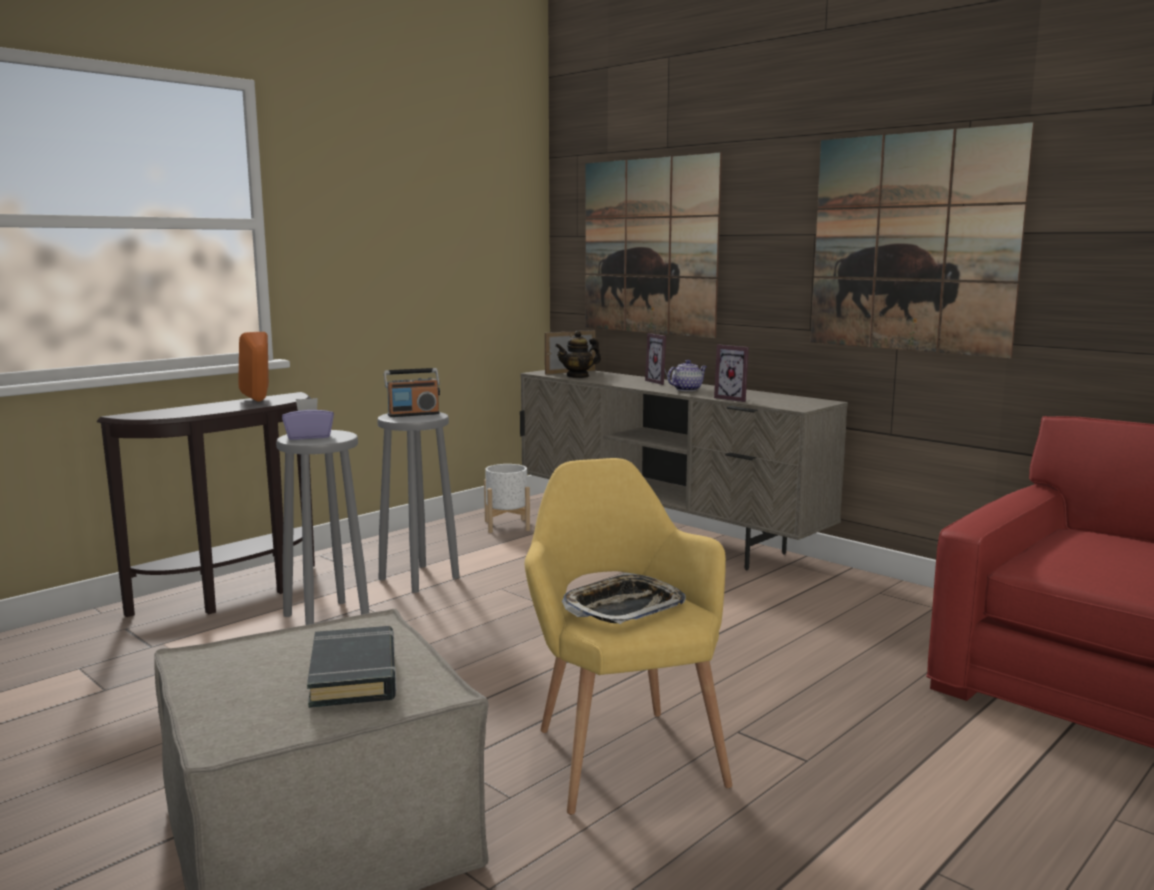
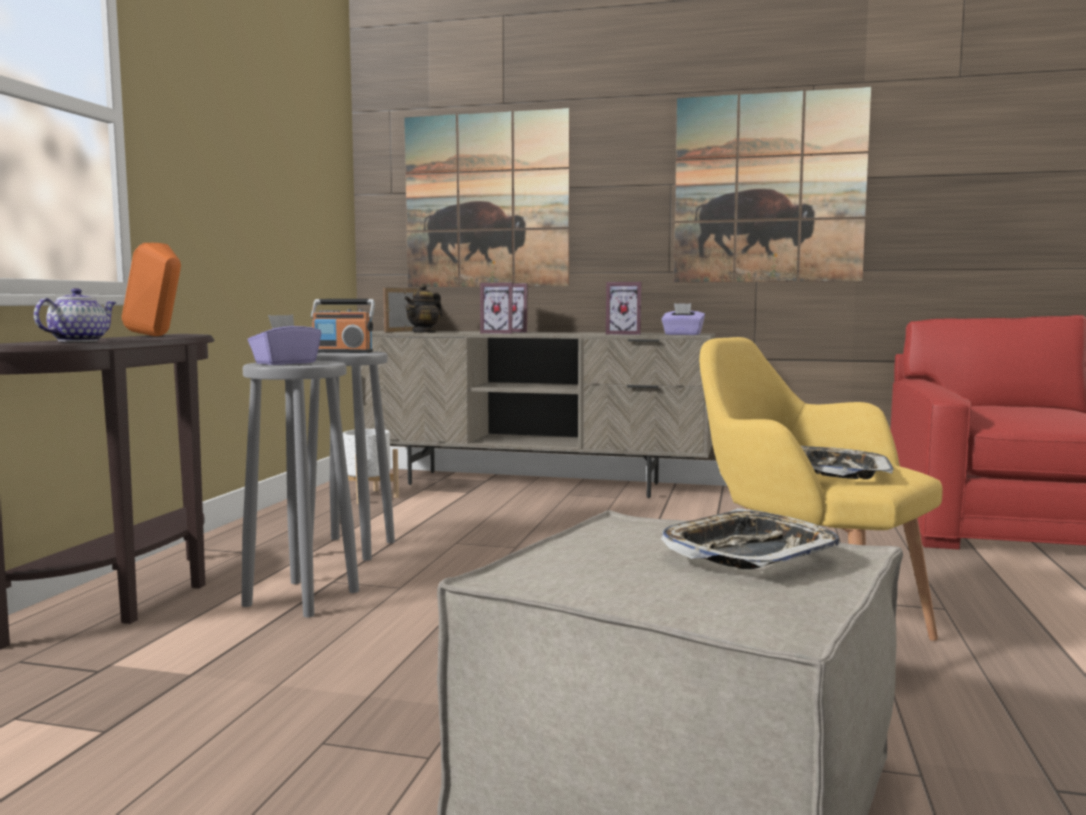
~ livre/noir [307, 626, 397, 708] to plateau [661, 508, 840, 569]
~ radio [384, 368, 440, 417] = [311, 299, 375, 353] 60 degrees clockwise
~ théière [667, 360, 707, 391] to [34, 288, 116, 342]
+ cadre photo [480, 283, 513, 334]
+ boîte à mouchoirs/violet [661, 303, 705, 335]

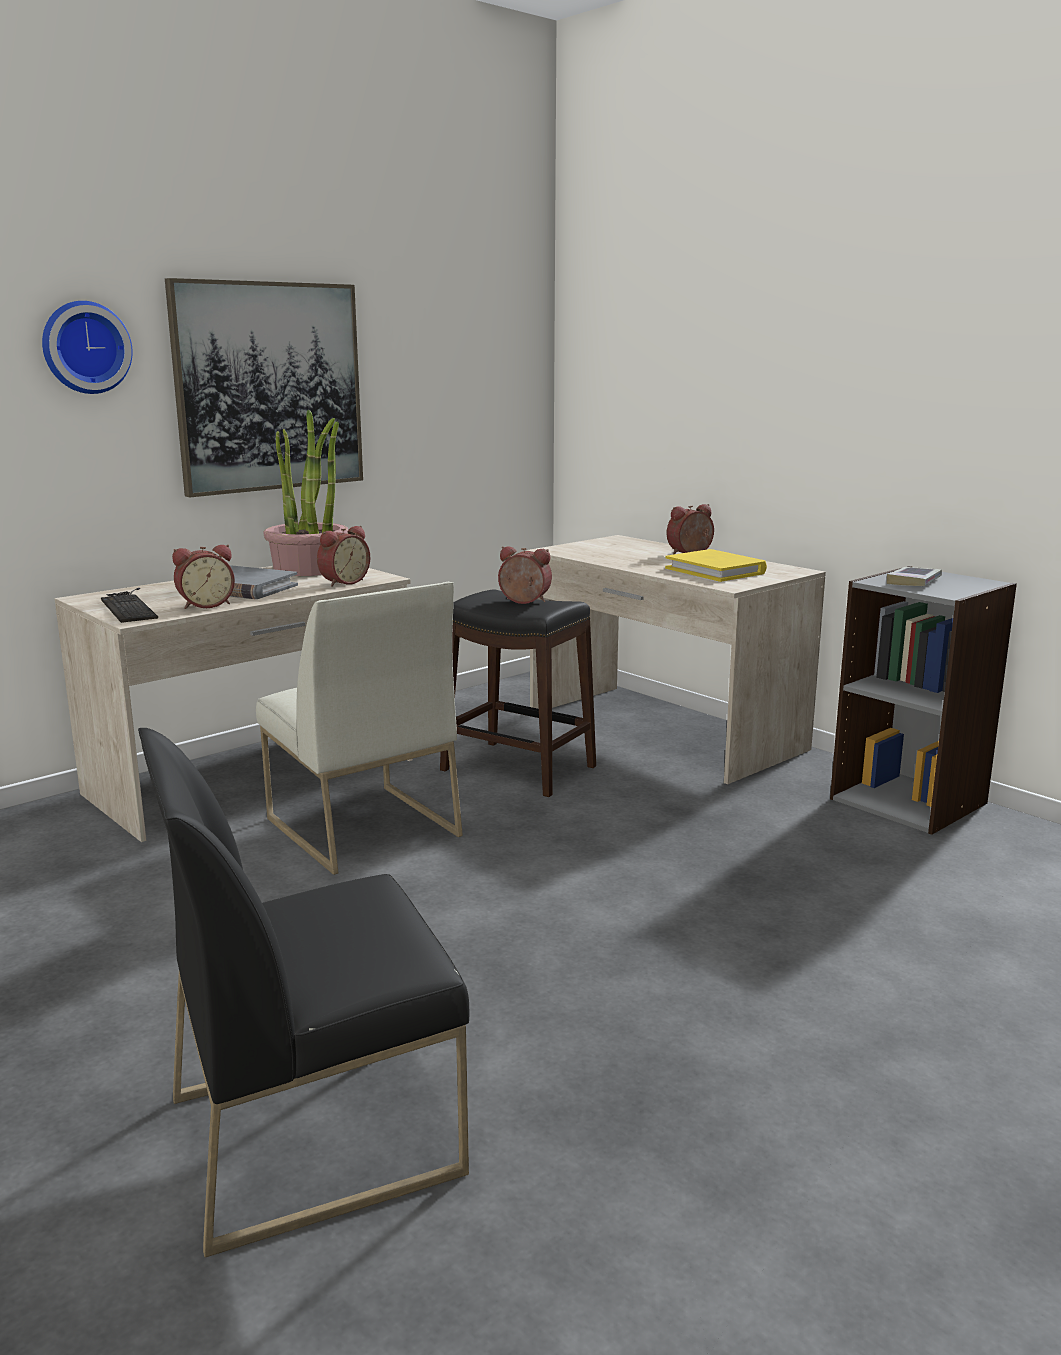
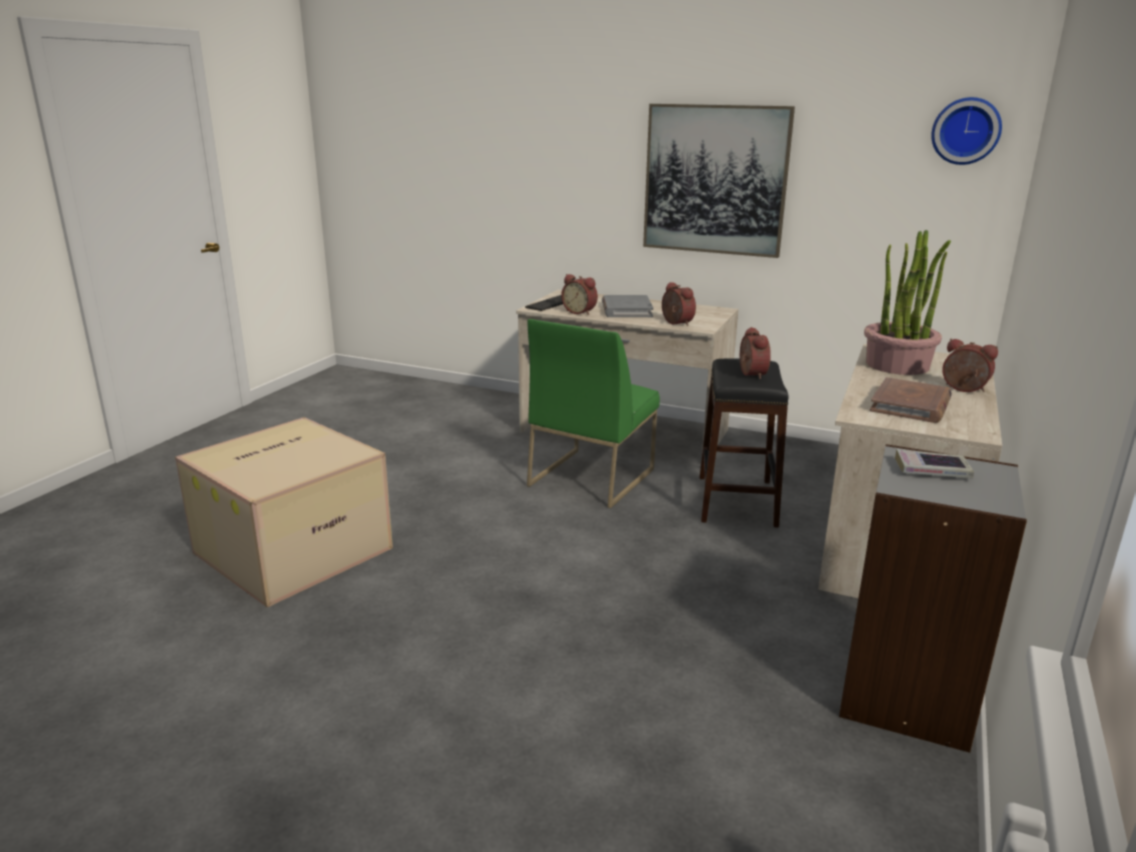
~ horloge murale [42, 301, 132, 394] to [931, 97, 1002, 165]
~ chaise/noir [138, 728, 469, 1258] to carton [175, 417, 393, 607]
~ chaise/blanc [256, 582, 463, 875] to chaise/vert [527, 319, 660, 508]
~ plante en pot [264, 410, 348, 576] to [864, 230, 951, 375]
~ réveil [317, 526, 370, 587] = [662, 282, 696, 326] 135 degrees counterclockwise
~ livre/jaune [665, 549, 767, 582] to livre/marron [870, 377, 952, 423]

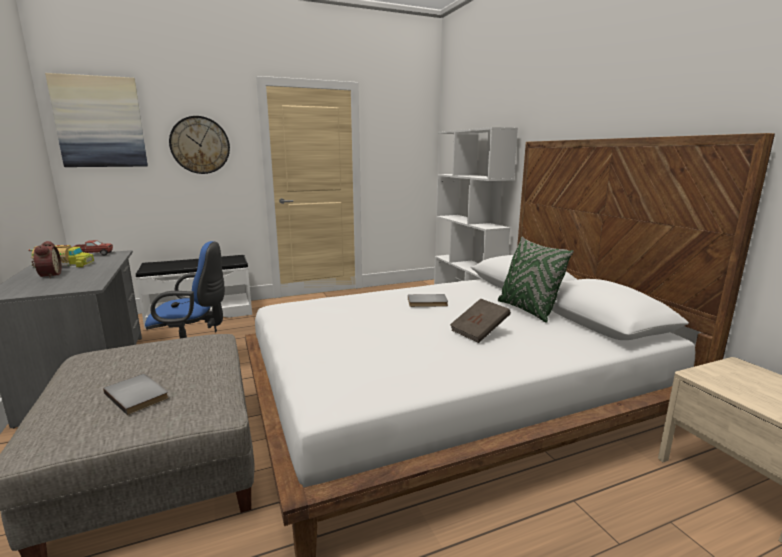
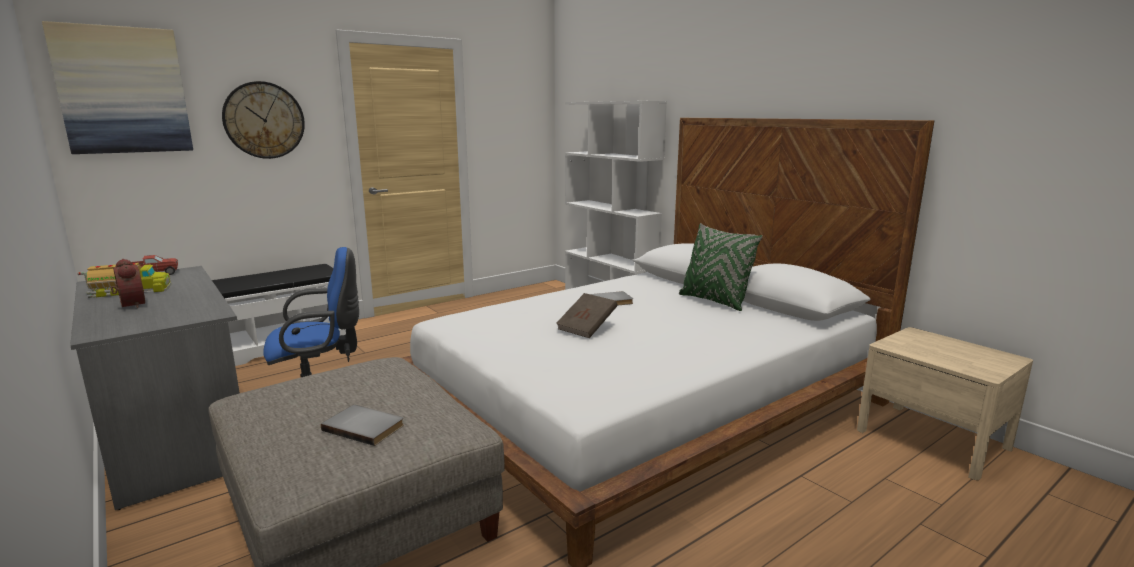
~ livre/marron [450, 299, 511, 343] to [556, 293, 617, 338]

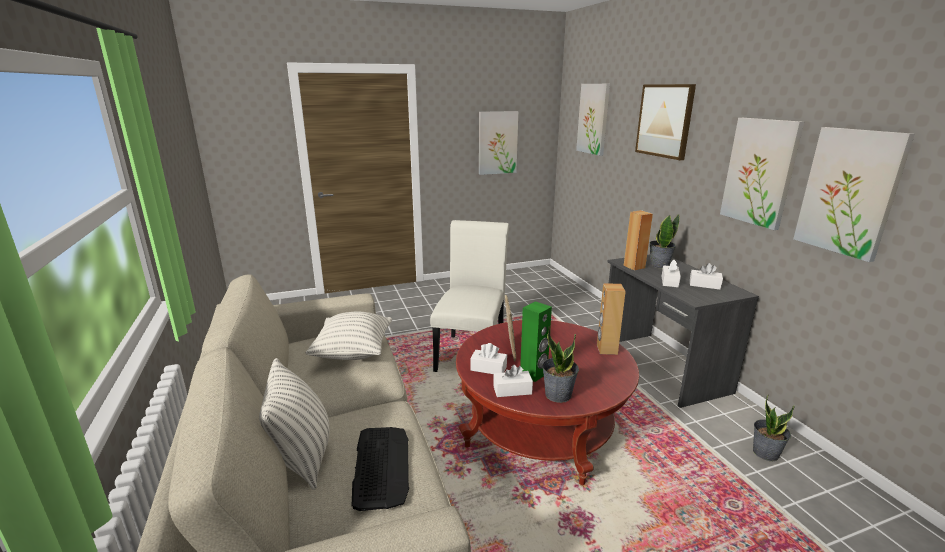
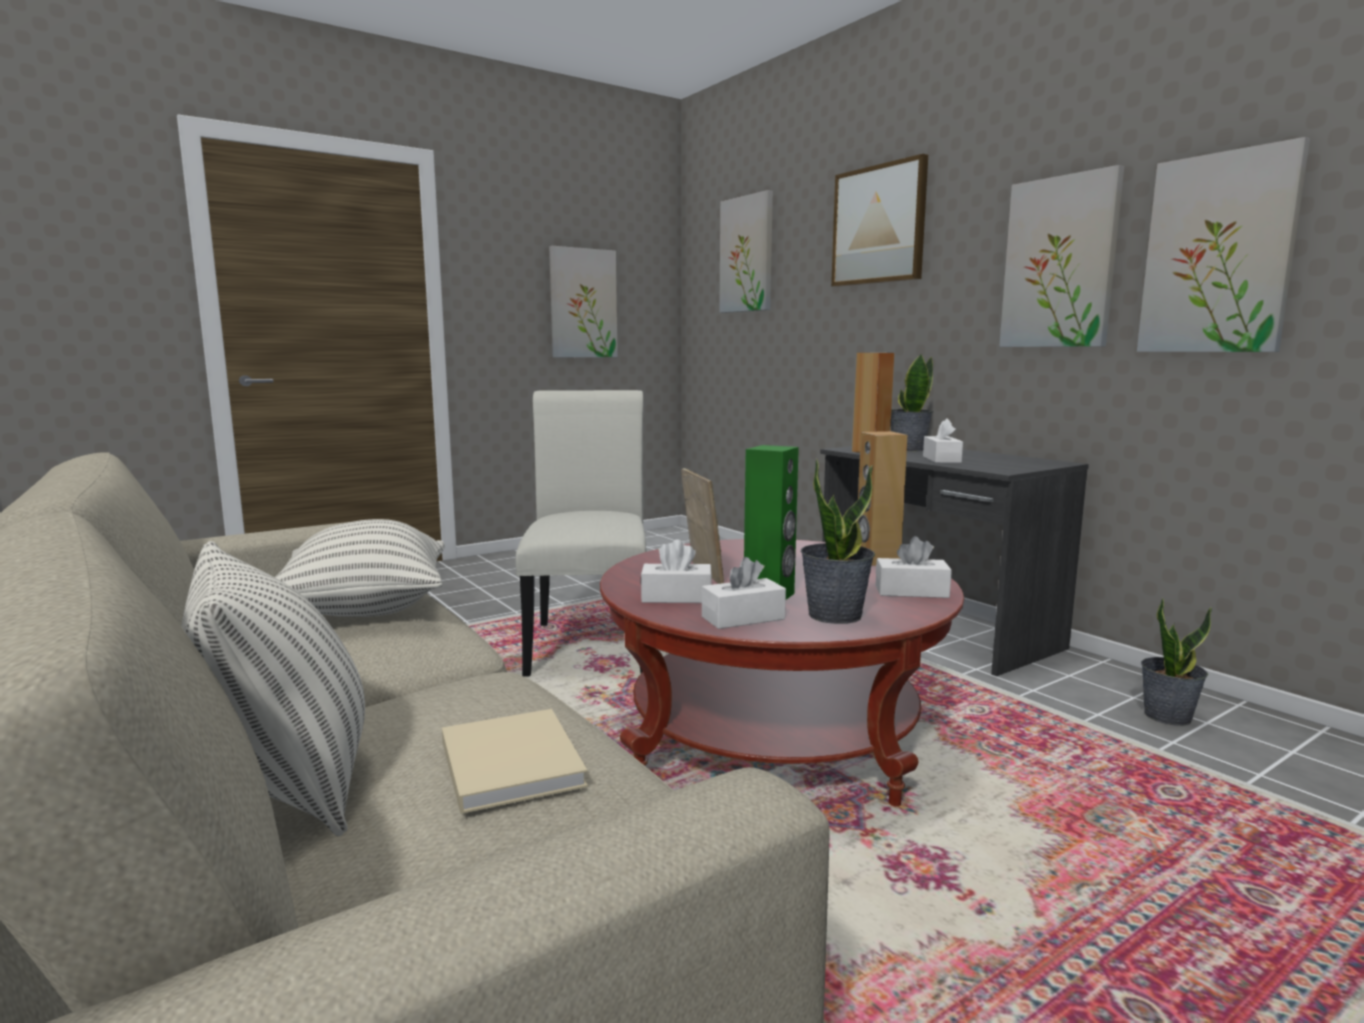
~ clavier [352, 427, 409, 511] to livre/beige [442, 709, 588, 814]
~ boîte à mouchoirs/blanc [690, 263, 723, 290] to [876, 536, 952, 598]

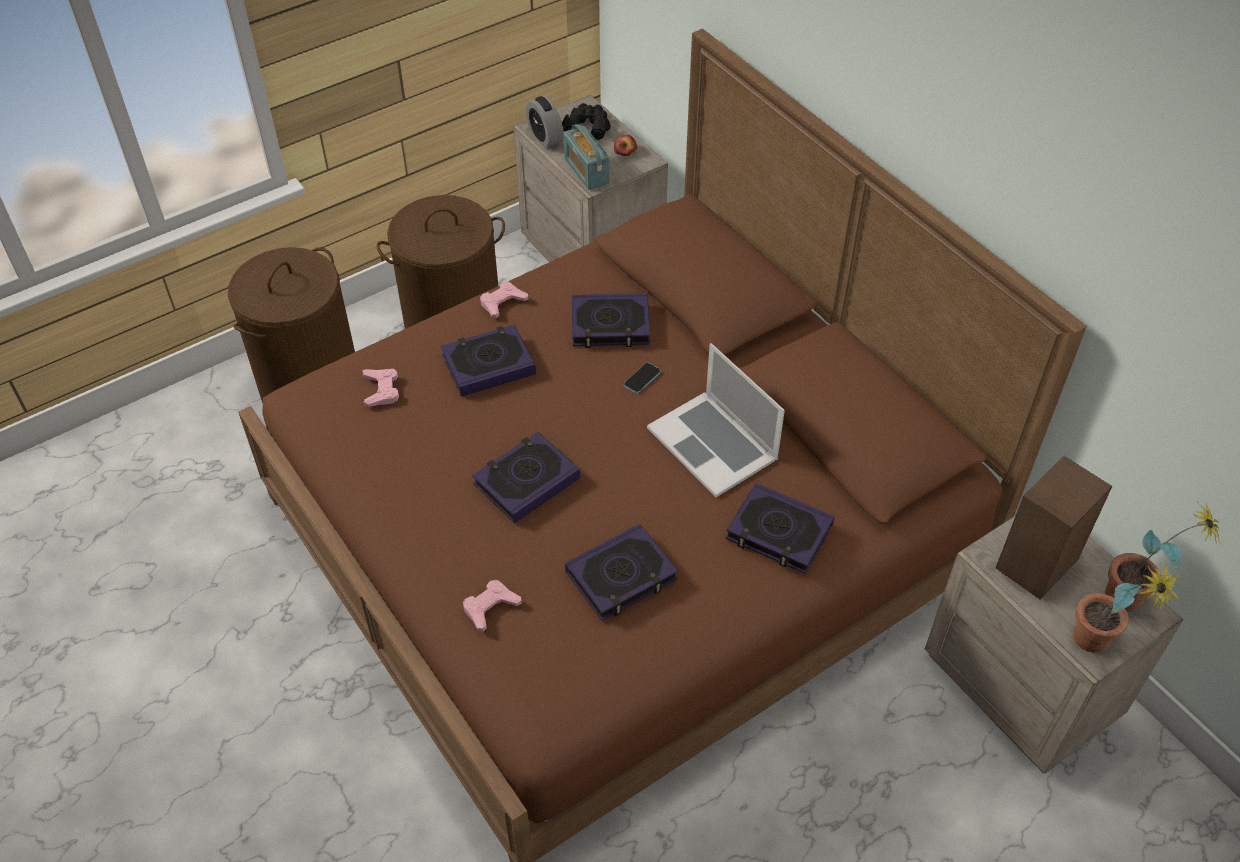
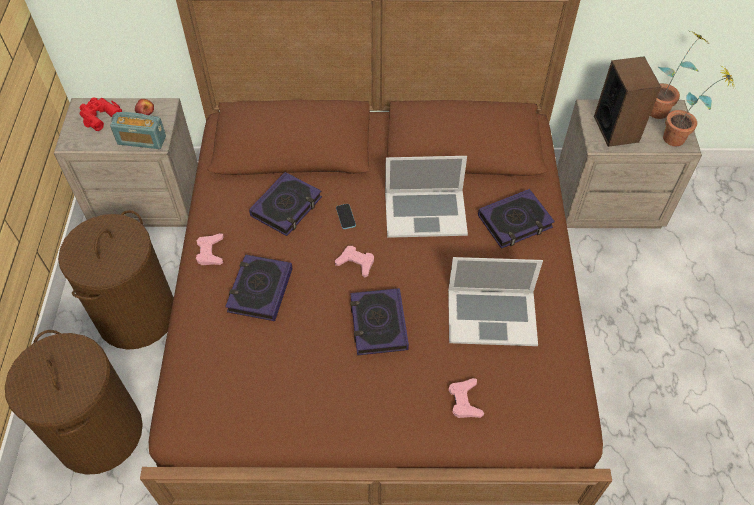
~ manette/rose [362, 369, 399, 407] to [335, 246, 374, 277]
- réveil [526, 96, 563, 148]
~ jumelles/noir [562, 103, 610, 140] to jumelles/rouge [80, 97, 122, 131]
~ livre [565, 524, 678, 621] to ordinateur portable [448, 257, 543, 346]

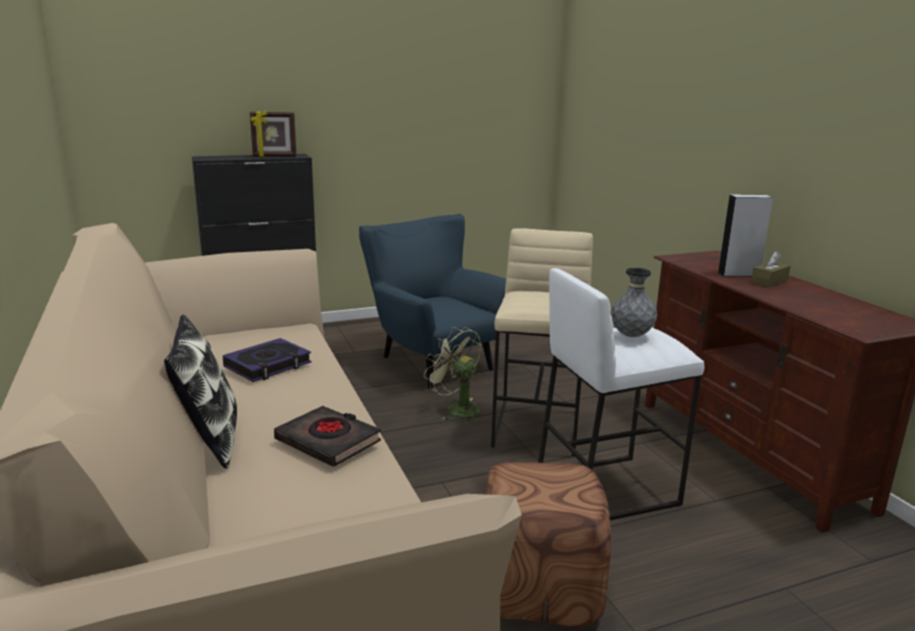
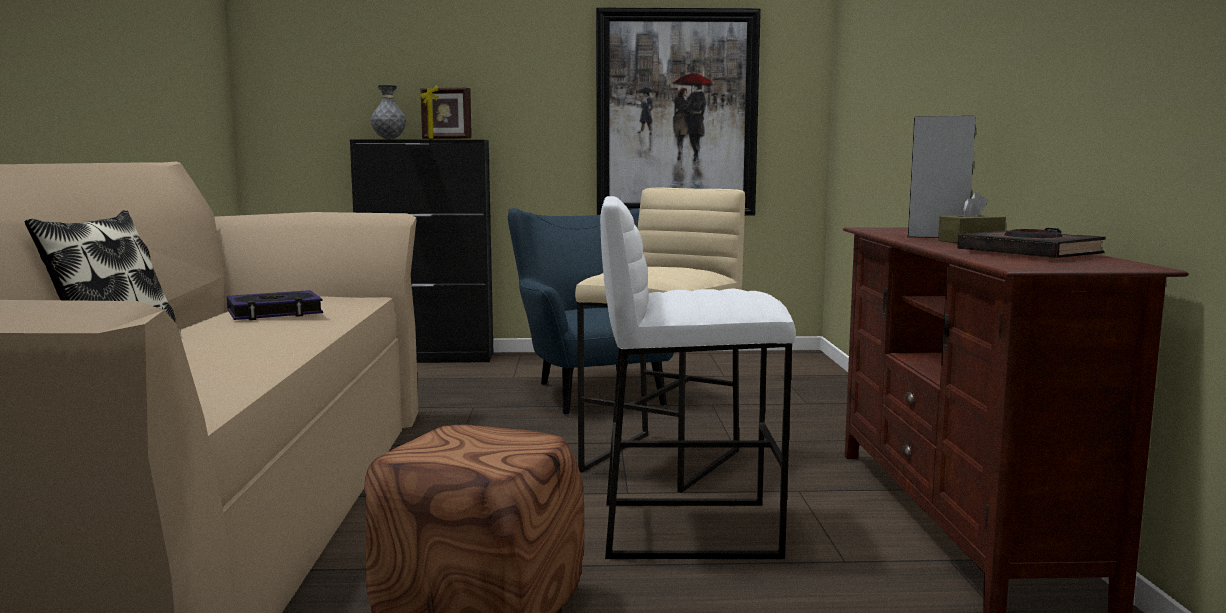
~ livre/noir [274, 406, 381, 467] to [957, 228, 1106, 258]
- ventilateur/vert [424, 327, 481, 423]
~ vase/gris [611, 268, 657, 337] to [371, 85, 406, 140]
+ tableau [596, 8, 761, 216]

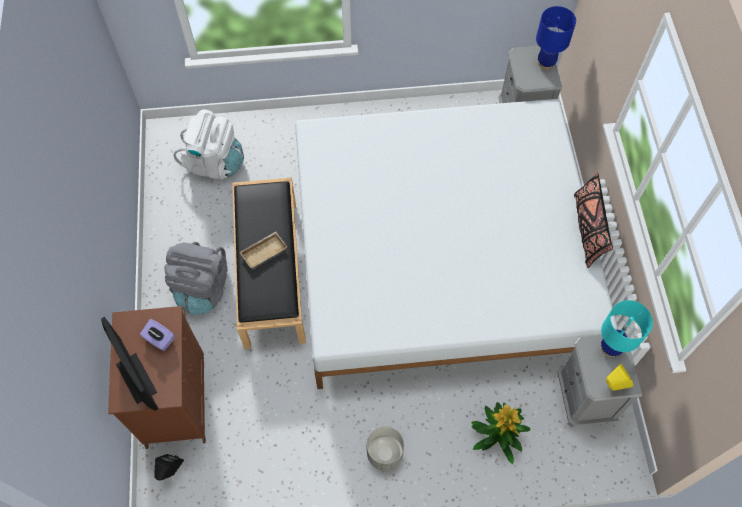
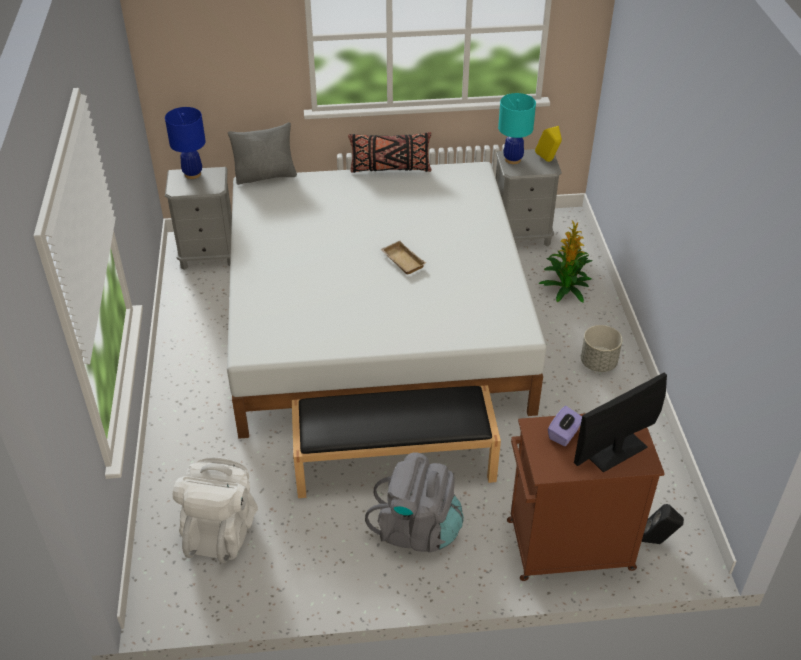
~ plateau/beige [239, 231, 287, 268] to [380, 241, 426, 274]
+ coussin/gris [228, 122, 297, 185]

